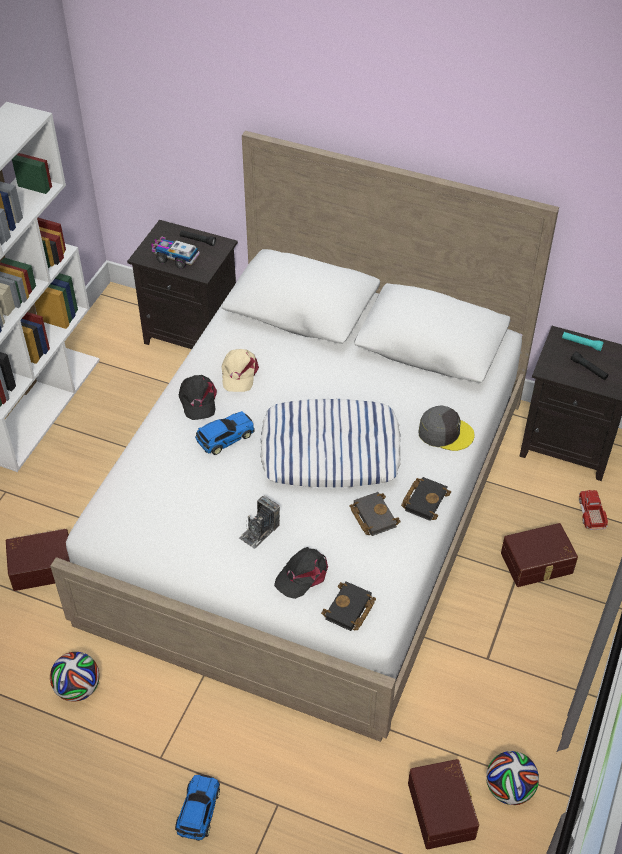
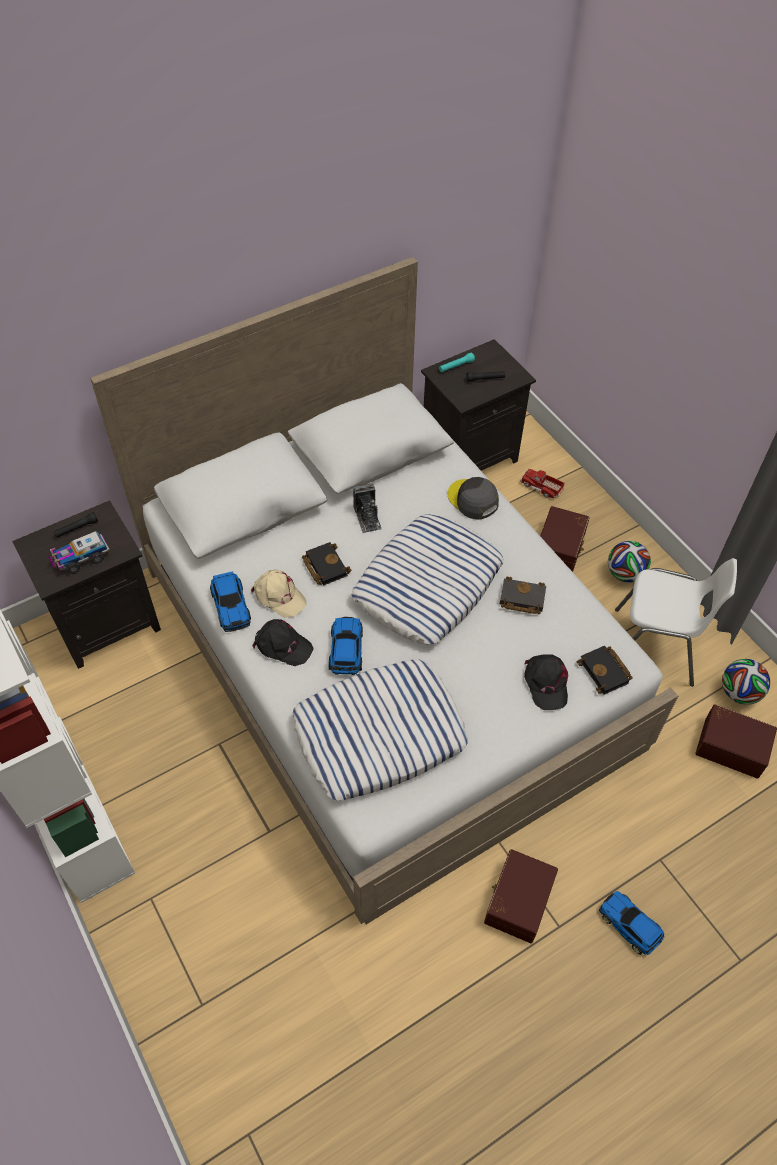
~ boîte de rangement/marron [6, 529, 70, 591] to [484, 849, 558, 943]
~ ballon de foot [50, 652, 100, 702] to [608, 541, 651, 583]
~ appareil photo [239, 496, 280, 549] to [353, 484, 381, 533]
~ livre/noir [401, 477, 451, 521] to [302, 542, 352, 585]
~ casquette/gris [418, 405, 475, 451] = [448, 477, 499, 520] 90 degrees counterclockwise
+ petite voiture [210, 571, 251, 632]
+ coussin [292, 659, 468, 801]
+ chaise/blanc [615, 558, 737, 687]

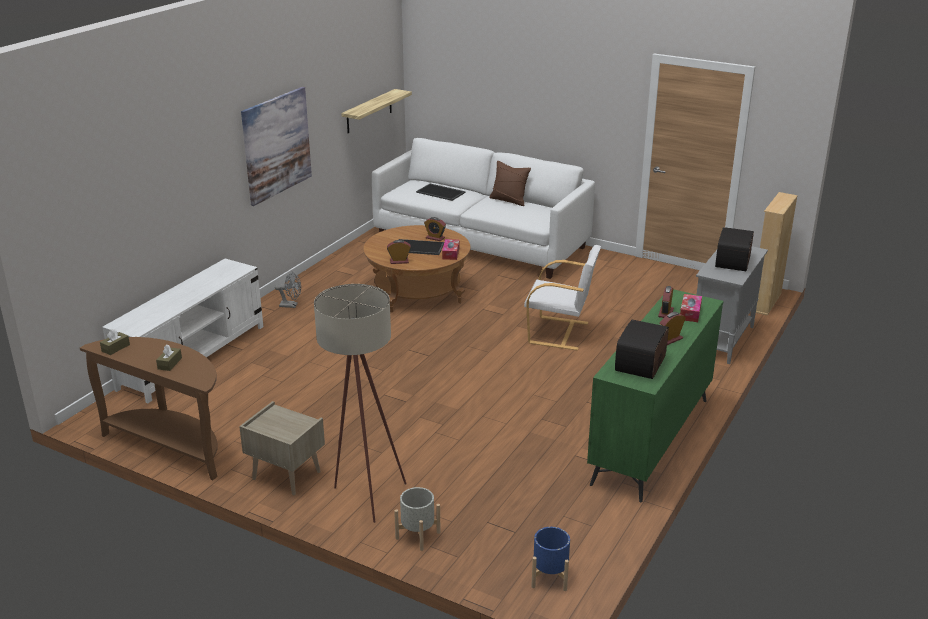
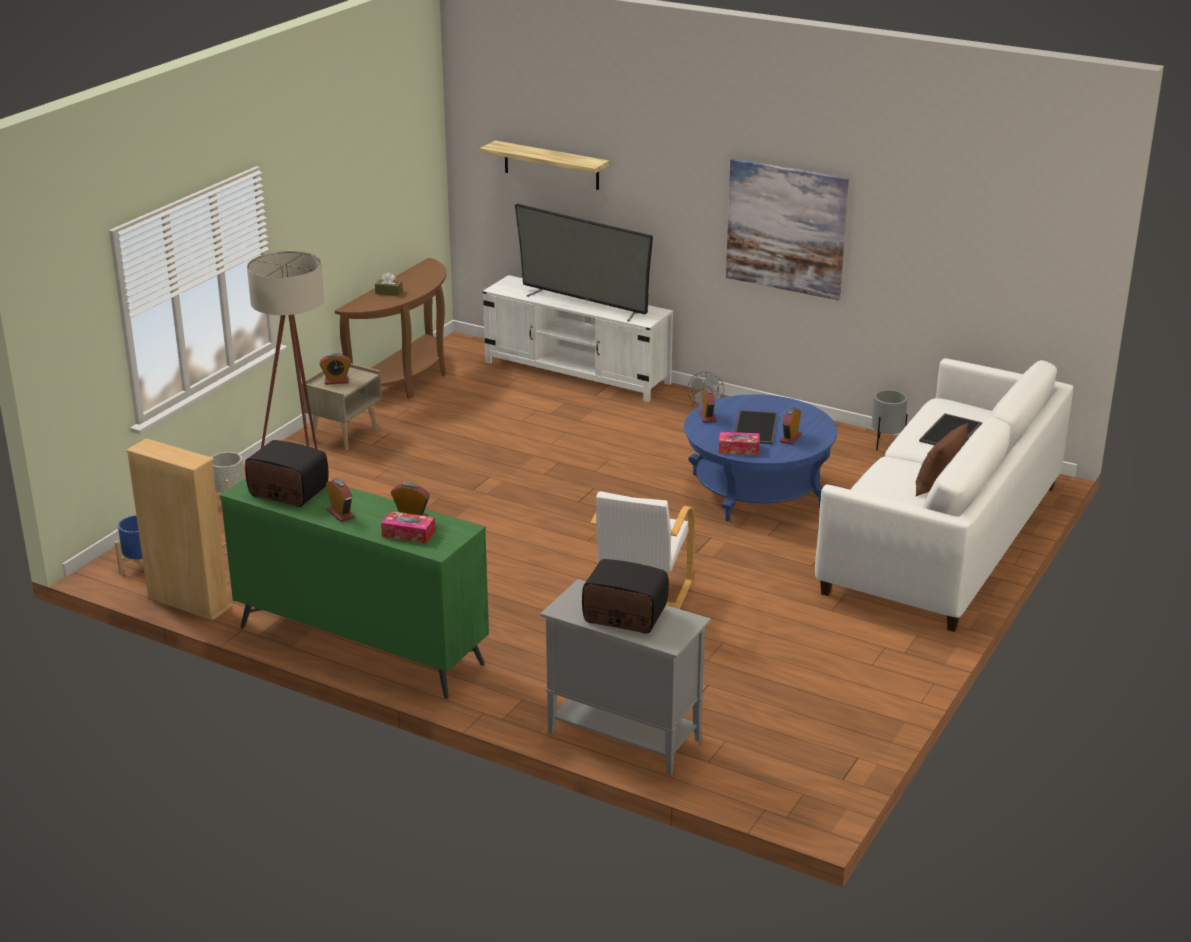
- boîte à mouchoirs/marron [100, 329, 130, 355]
~ étagère [341, 89, 412, 133] to [480, 140, 610, 190]
~ table basse/marron [363, 225, 471, 312] to table basse/bleu [684, 394, 837, 522]
~ bibliothèque/beige [756, 192, 798, 316] to [126, 438, 231, 620]
+ réveil [320, 353, 351, 385]
+ téléviseur [515, 203, 653, 322]
+ cache-pot/gris [872, 390, 908, 450]

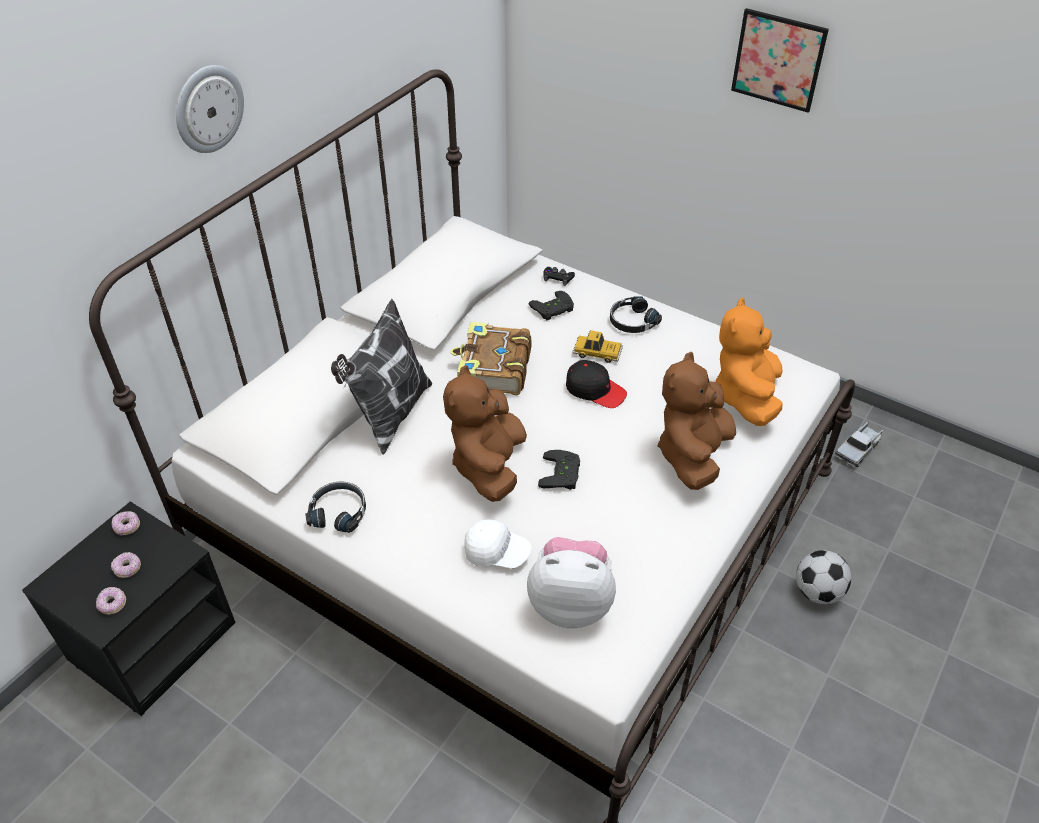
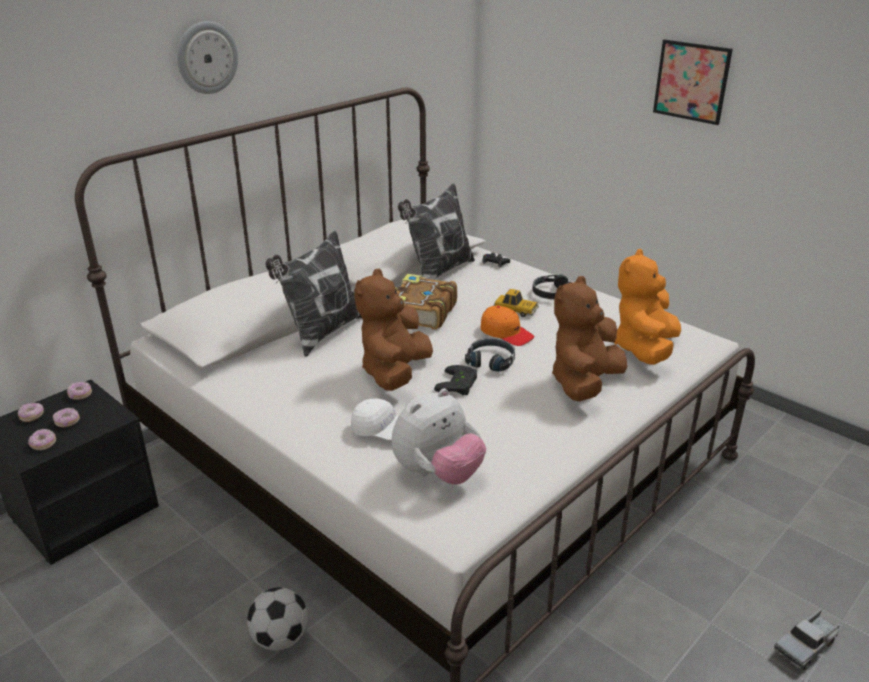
~ casque audio/noir [305, 481, 366, 533] to [465, 338, 515, 371]
~ peluche [527, 537, 616, 628] = [392, 389, 486, 484] 120 degrees clockwise
- manette/noir [529, 291, 574, 320]
~ casquette/noir [566, 360, 627, 408] to casquette/orange [481, 306, 534, 346]
~ ballon de foot [796, 550, 851, 604] to [247, 587, 308, 651]
~ camion jouet [835, 421, 883, 467] to [774, 609, 841, 670]
+ beignet [18, 403, 44, 422]
+ coussin [398, 183, 475, 280]

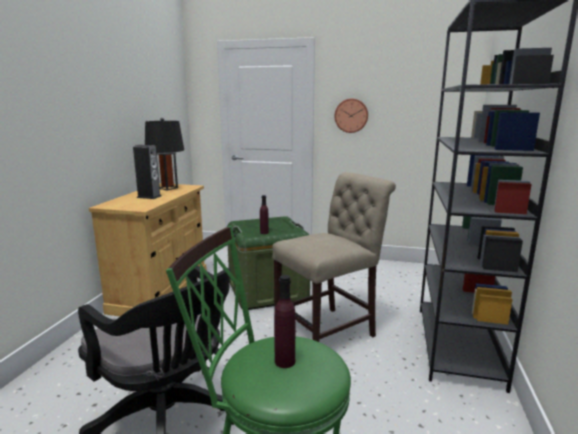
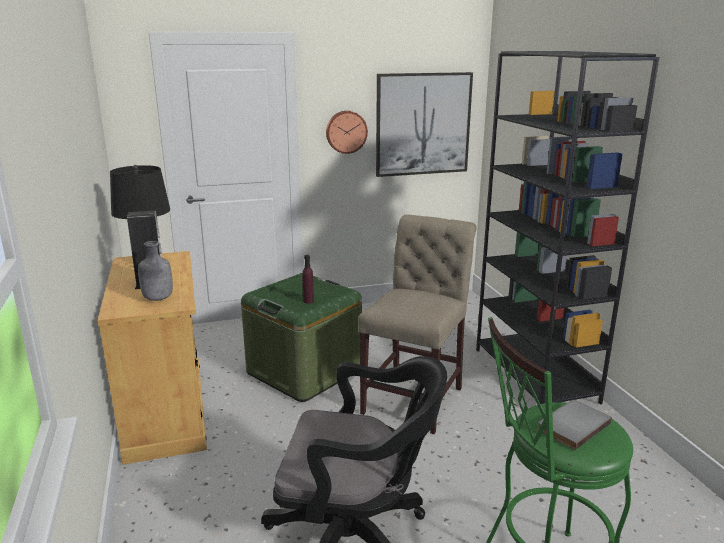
~ bouteille/violet [274, 275, 295, 368] to livre/gris [538, 400, 612, 450]
+ bouteille/gris [138, 241, 173, 301]
+ tableau [376, 72, 473, 177]

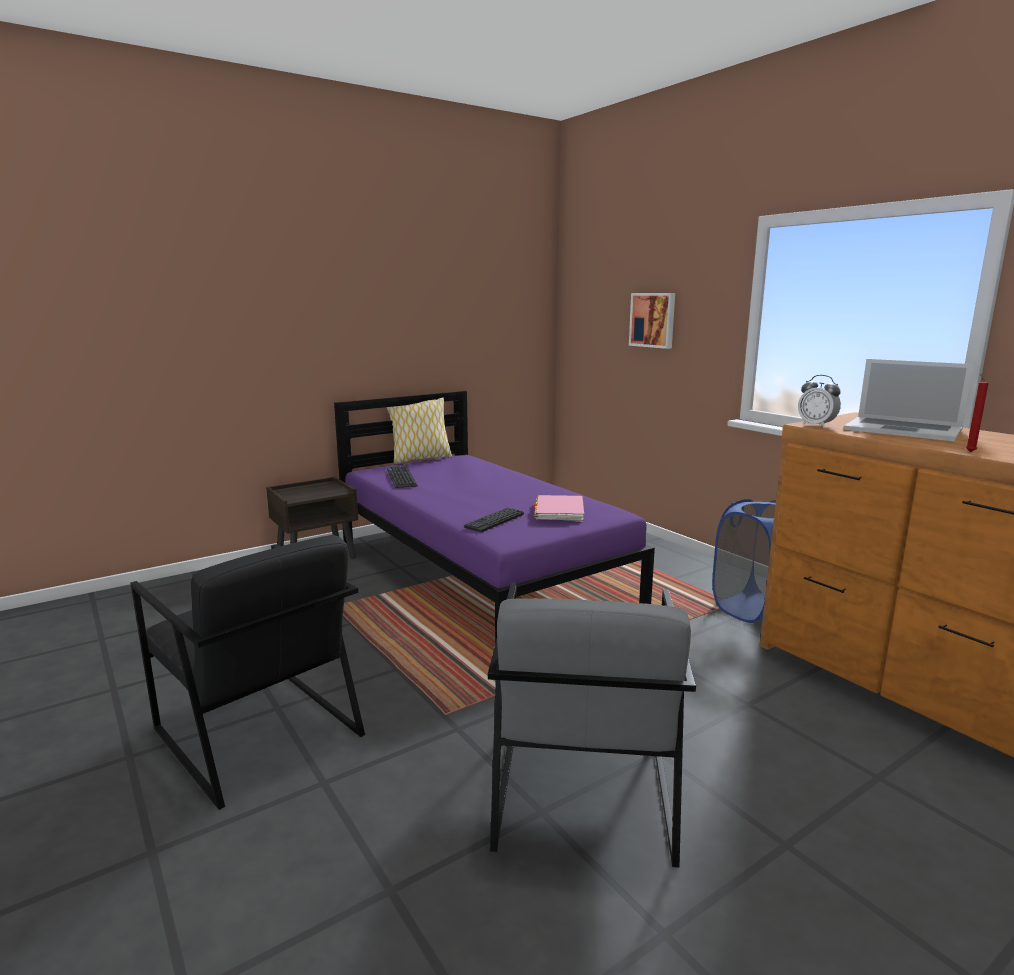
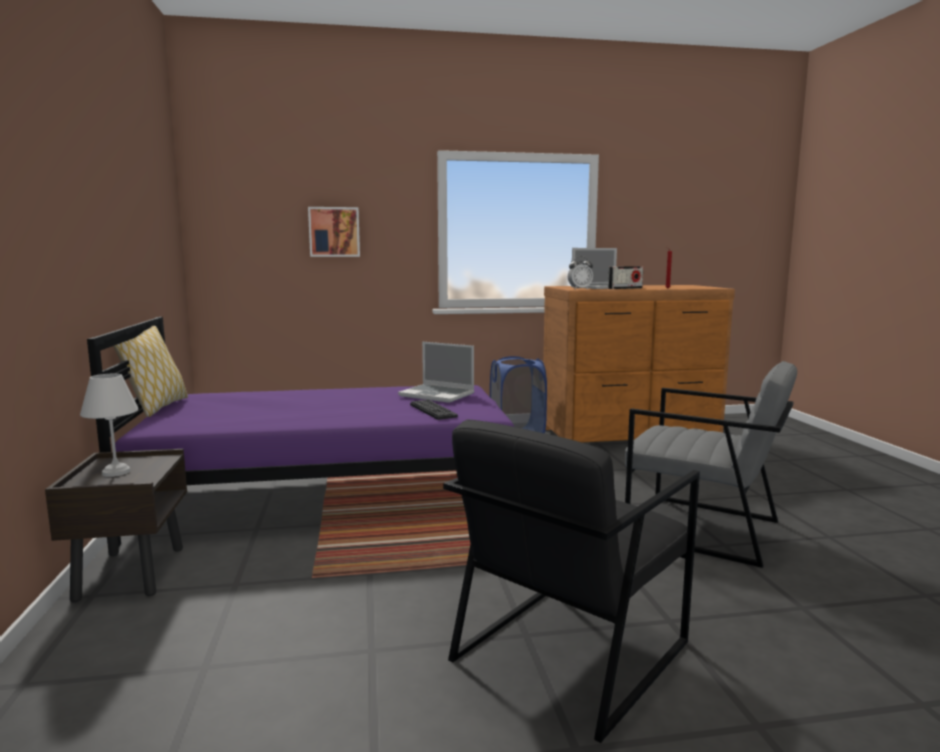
~ fauteuil/noir [130, 535, 365, 810] = [443, 419, 700, 743] 150 degrees clockwise
- clavier [387, 466, 418, 488]
~ livre/rose [533, 495, 584, 522] to ordinateur portable [398, 342, 474, 403]
+ lampe de table/blanc [80, 374, 138, 477]
+ radio [608, 266, 643, 289]

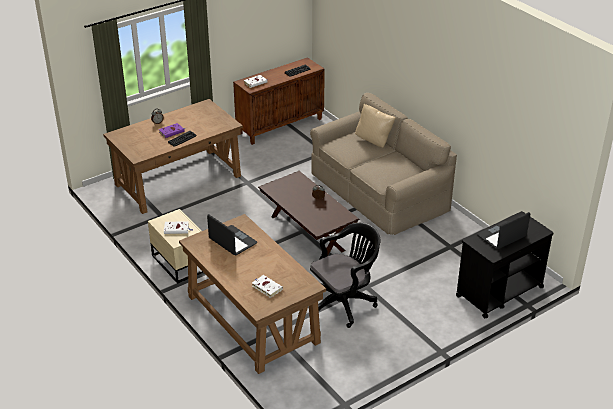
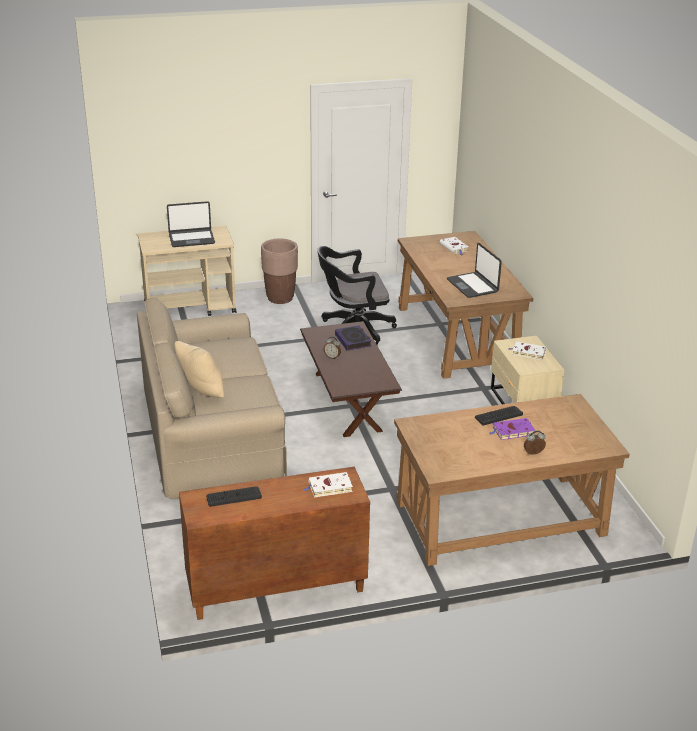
~ chariot/noir [456, 211, 554, 318] to chariot/beige [138, 226, 236, 316]
+ cache-pot/marron [261, 239, 298, 304]
+ livre [335, 325, 372, 350]

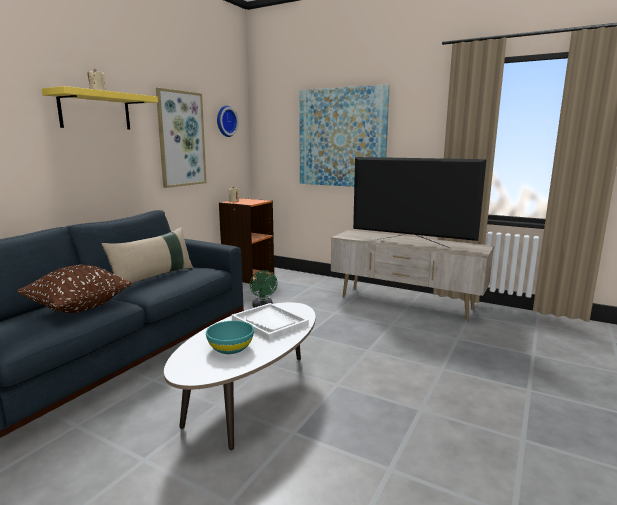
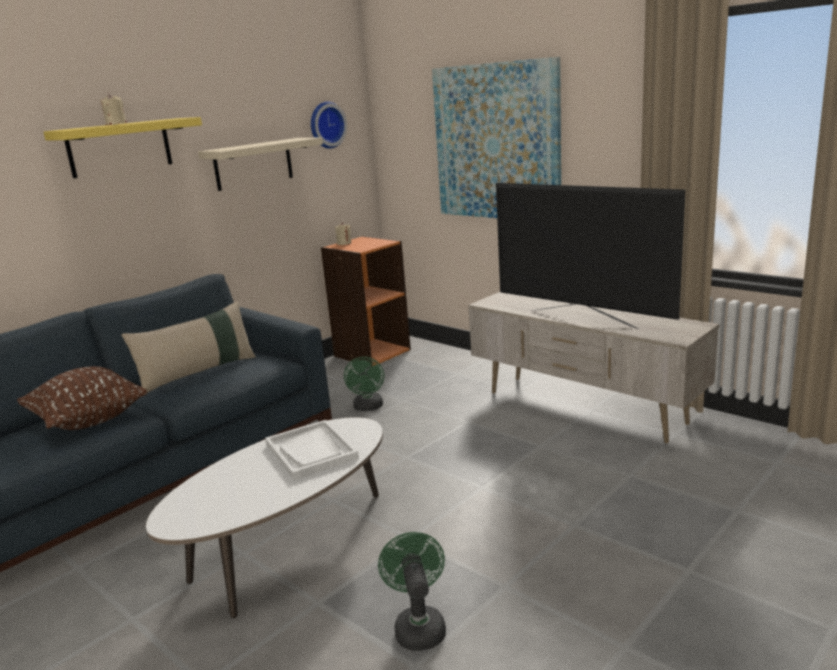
~ tableau [156, 88, 206, 188] to étagère/beige [198, 138, 323, 191]
- bol/turquoise [206, 321, 254, 354]
+ ventilateur/vert [378, 532, 446, 651]

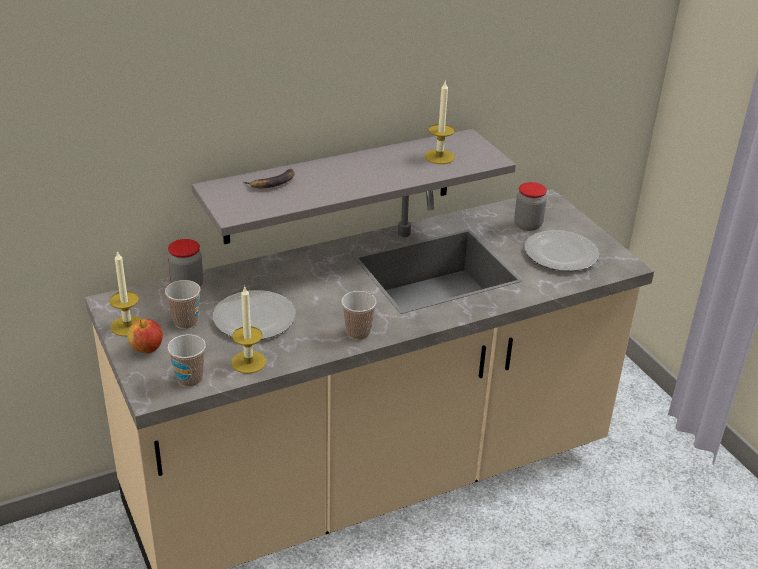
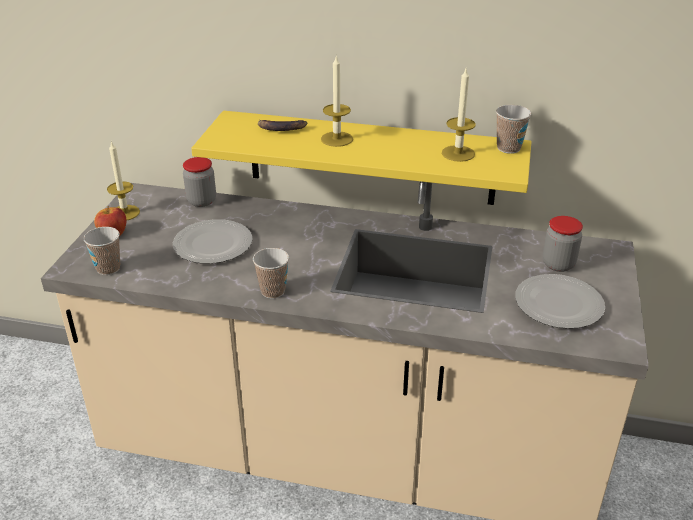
~ tasse [165, 280, 201, 329] to [496, 105, 531, 154]
~ étagère/gris [192, 129, 516, 244] to étagère/jaune [191, 111, 532, 205]
~ bougie [231, 287, 266, 374] to [321, 55, 353, 147]

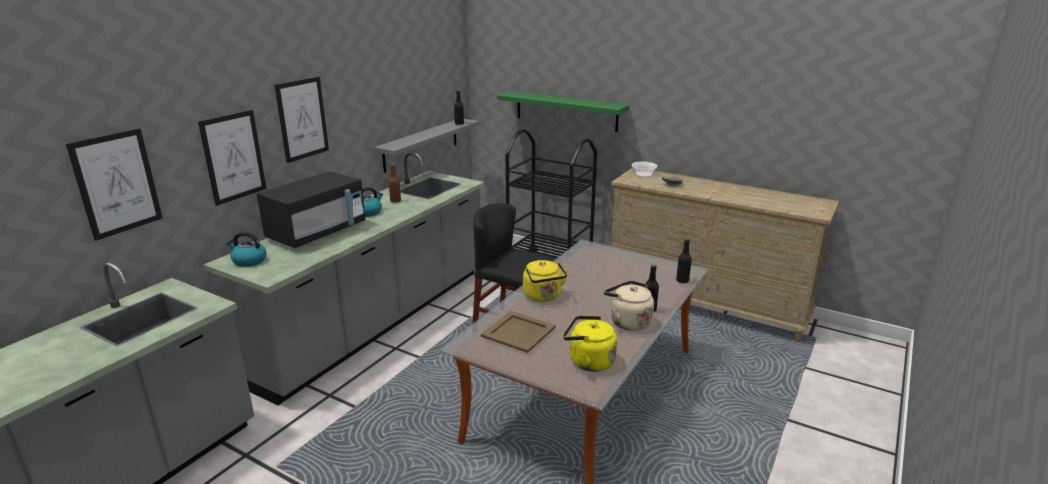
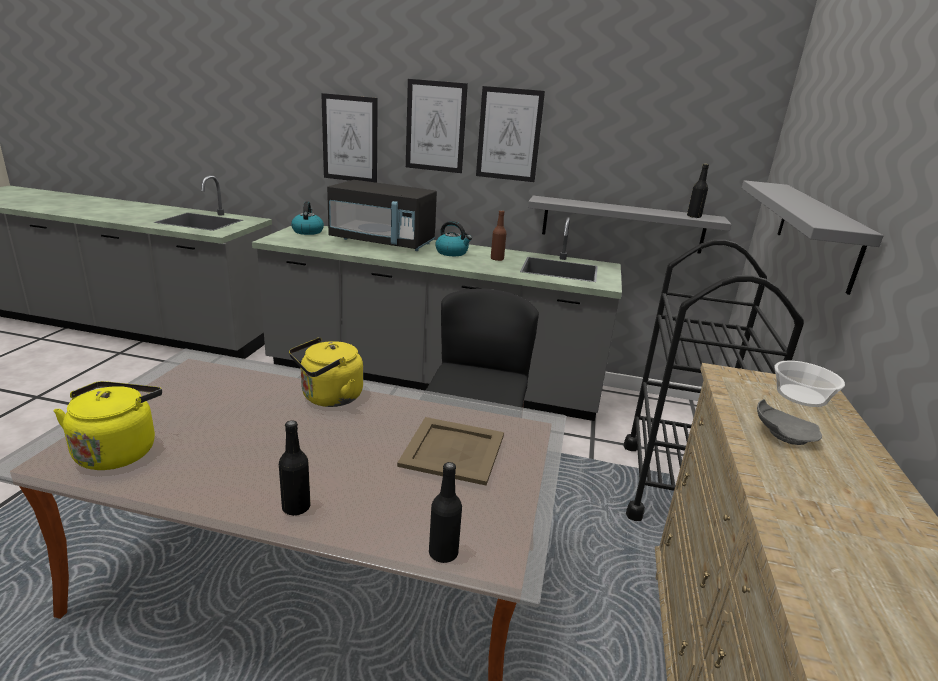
~ tableau [66, 128, 163, 241] to [476, 86, 545, 182]
~ plateau/beige [481, 311, 556, 353] to [397, 417, 504, 485]
~ étagère/vert [497, 91, 629, 132] to étagère/gris [742, 180, 883, 295]
- bouilloire/beige [604, 281, 654, 331]

